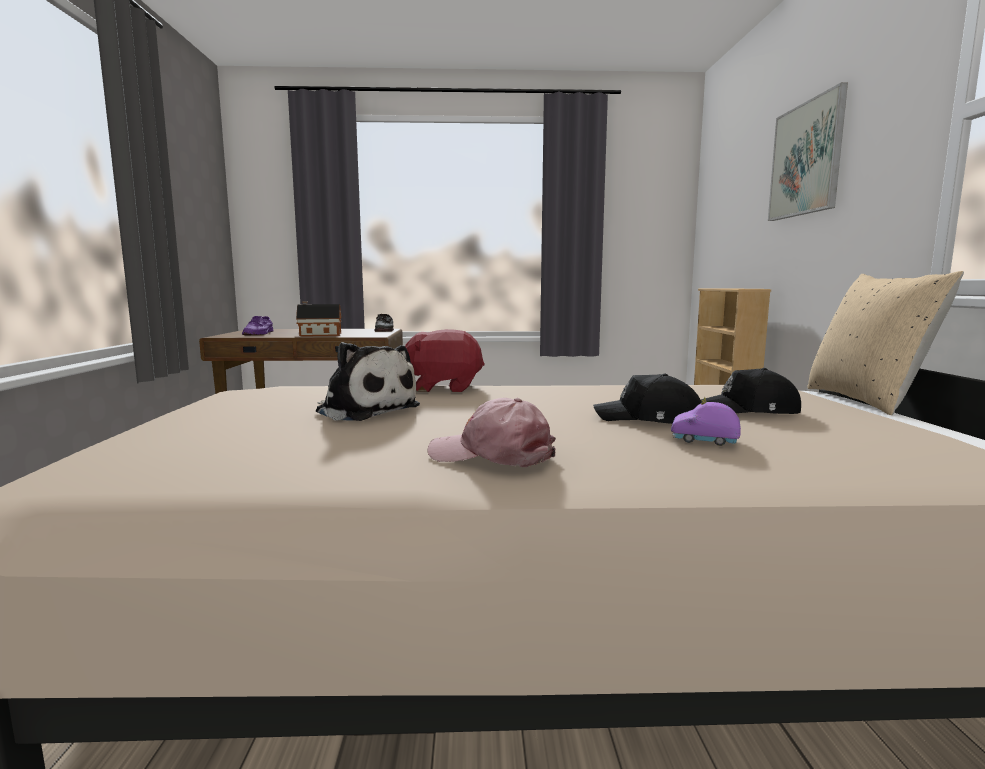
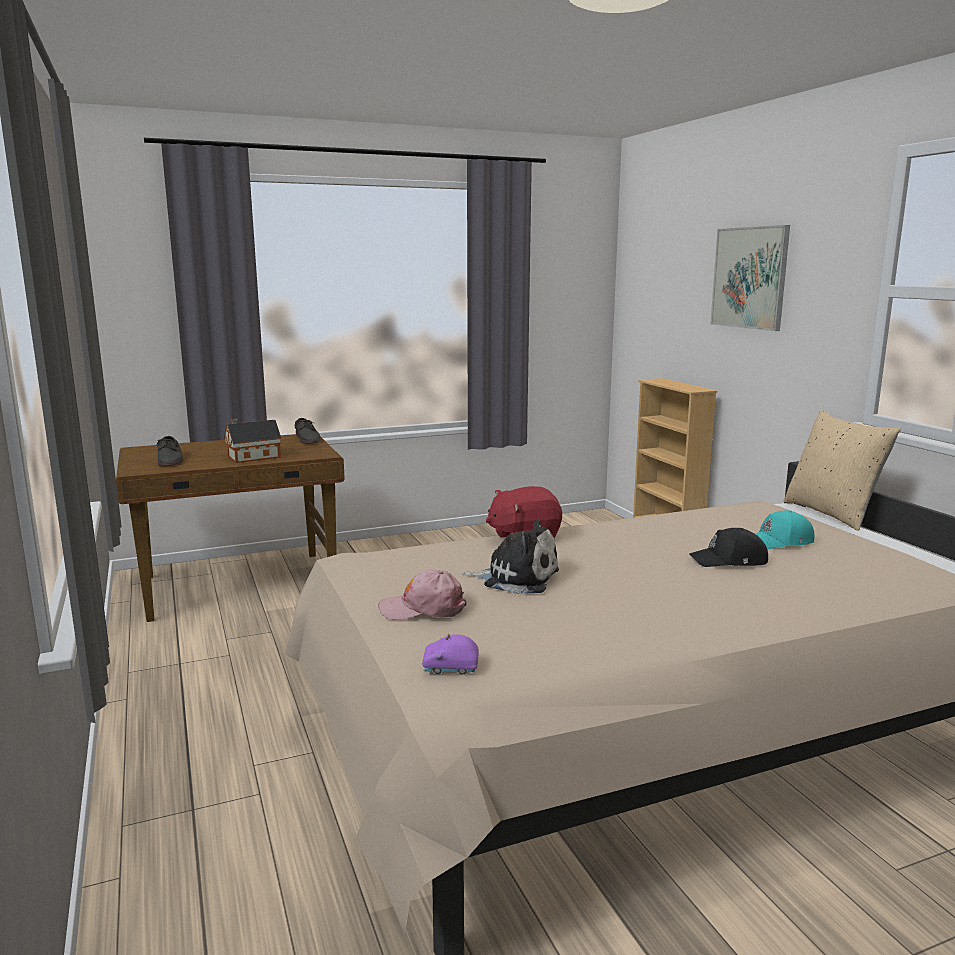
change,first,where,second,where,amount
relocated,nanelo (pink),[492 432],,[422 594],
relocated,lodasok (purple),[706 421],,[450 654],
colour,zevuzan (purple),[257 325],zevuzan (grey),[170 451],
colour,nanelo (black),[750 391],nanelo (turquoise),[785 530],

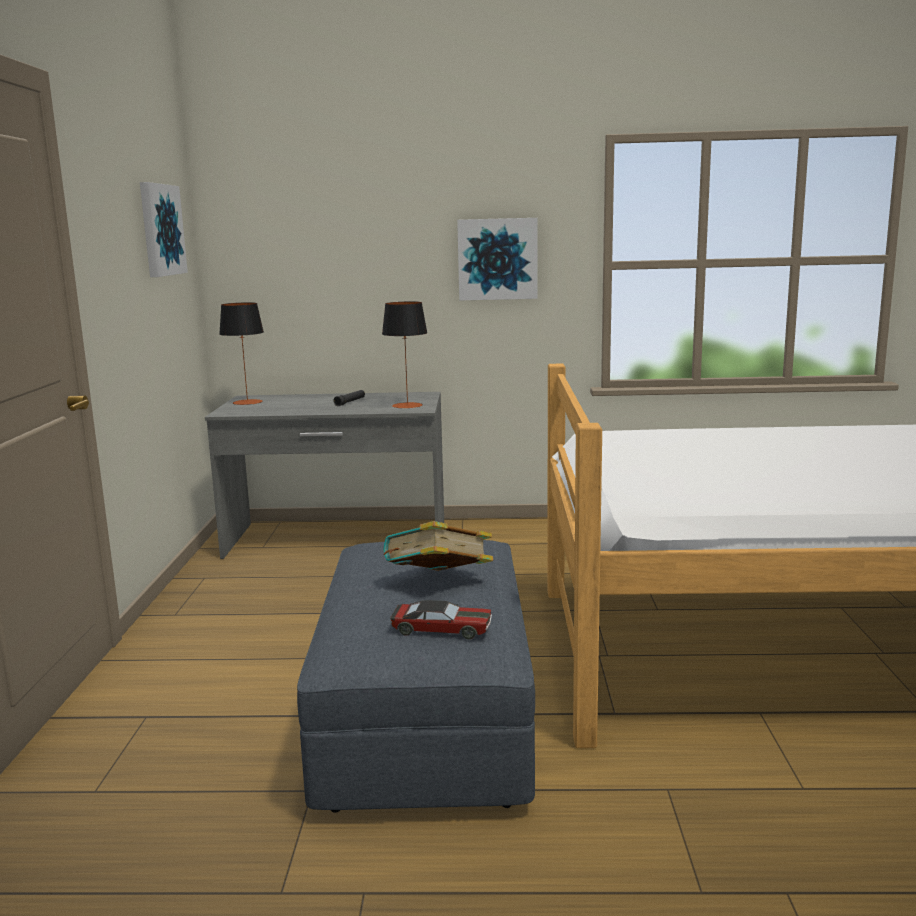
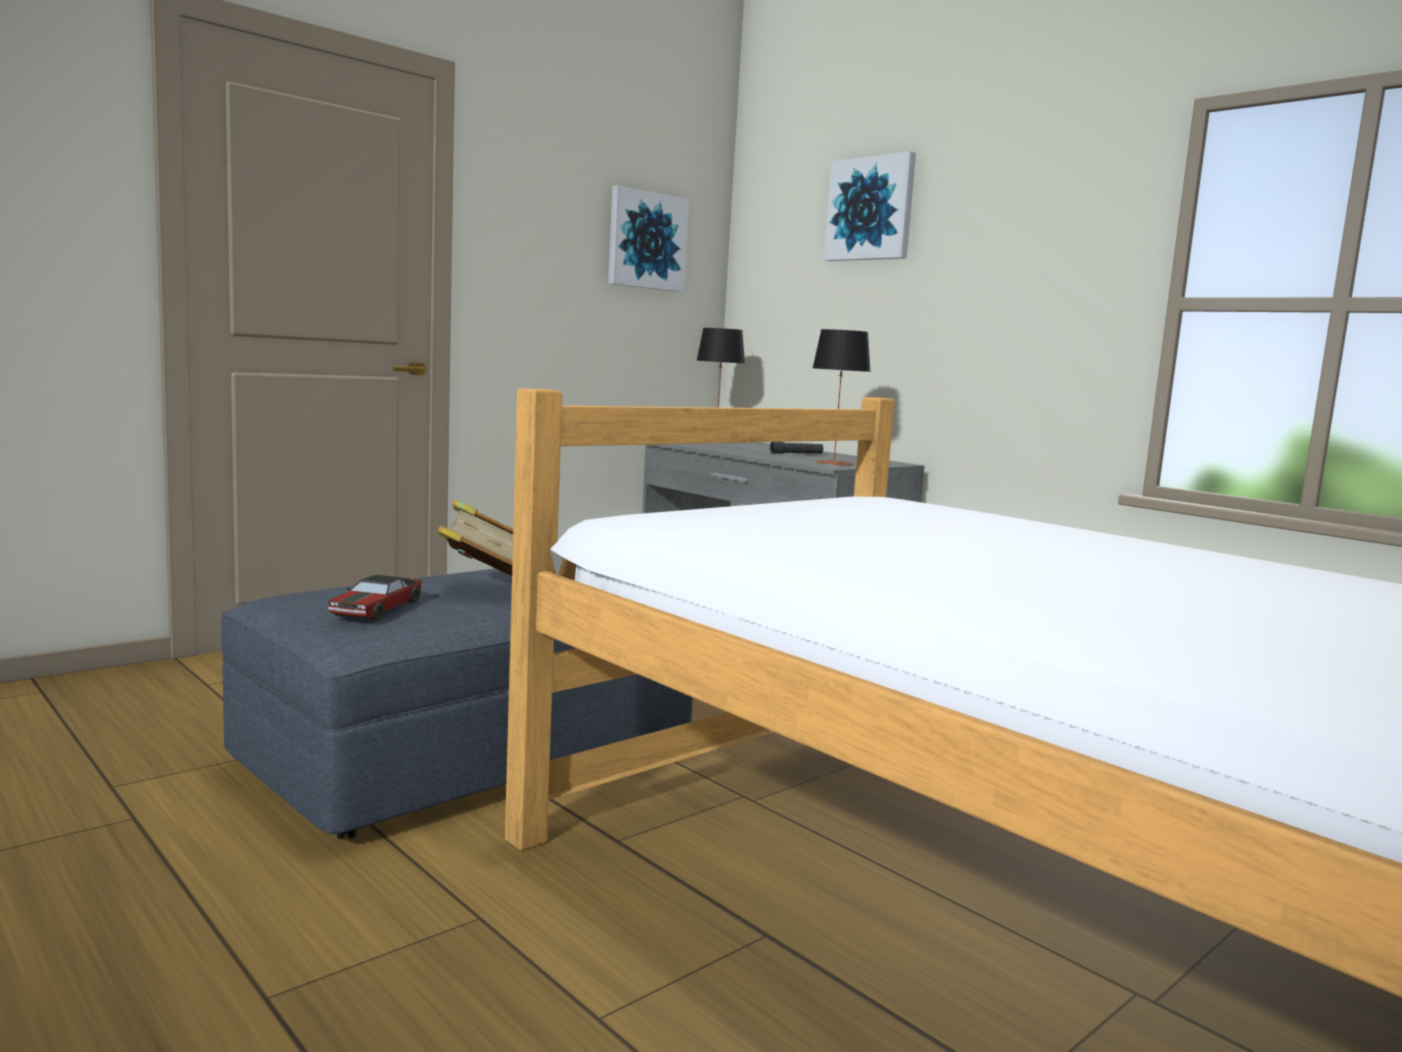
change,first,where,second,where,amount
relocated,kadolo,[497 259],,[870 206],
spun,lodasok,[441 619],,[375 598],45 degrees clockwise

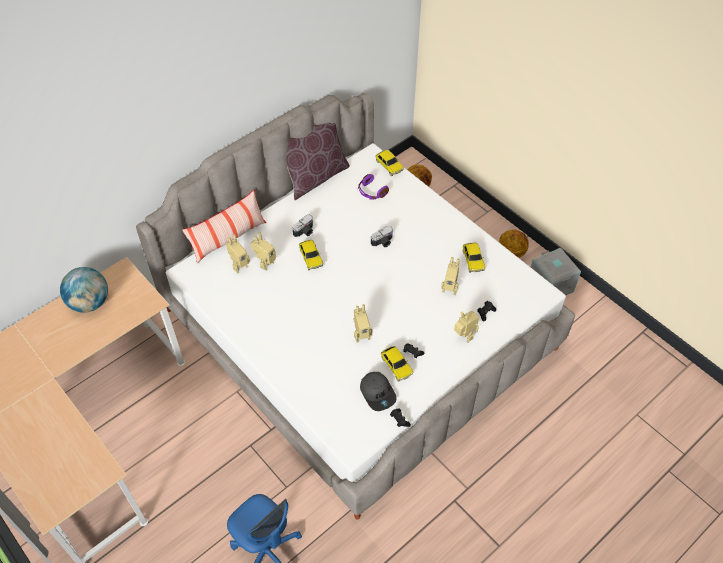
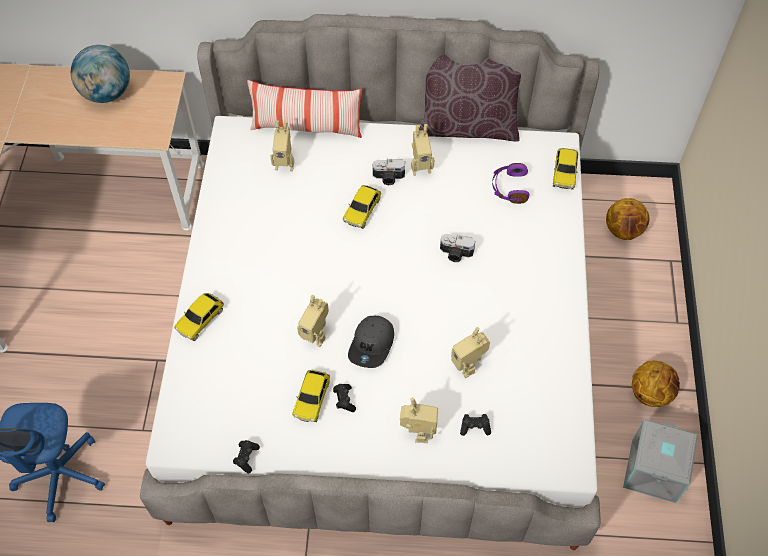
change,first,where,second,where,amount
relocated,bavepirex,[263 251],,[423 150],
relocated,nanelo (grey),[378 391],,[371 342],
relocated,lodasok,[474 258],,[199 317],

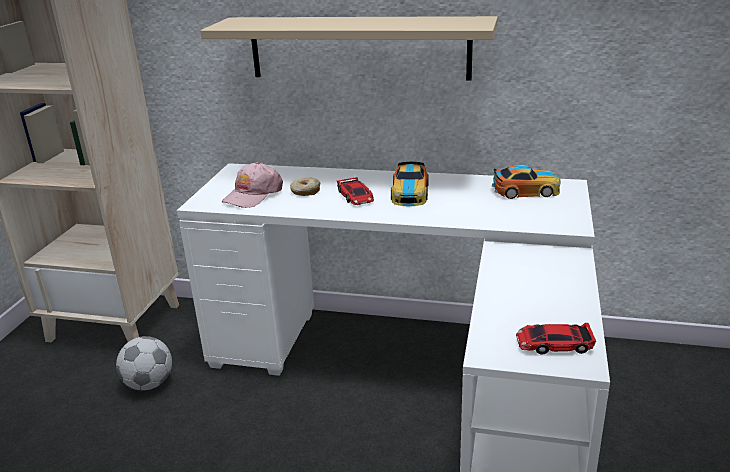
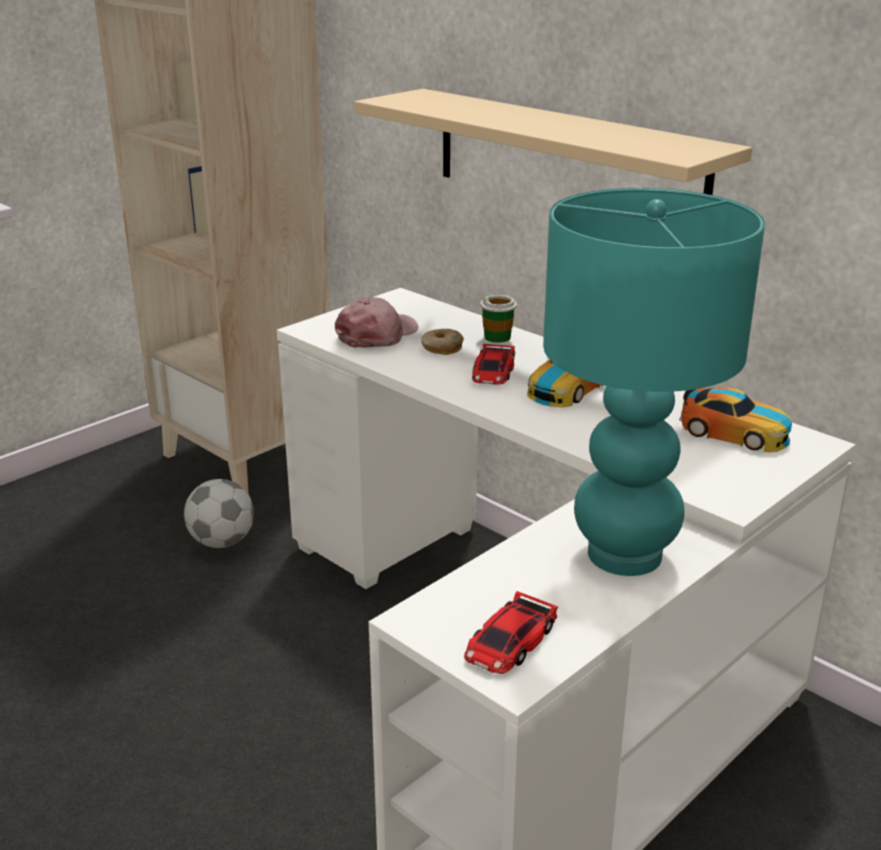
change,first,where,second,where,amount
appeared,,,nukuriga,[498 319],
appeared,,,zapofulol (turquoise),[654 382],
spun,nanelo (pink),[252 185],,[377 322],150 degrees clockwise
spun,lodasok,[556 339],,[511 632],90 degrees counterclockwise

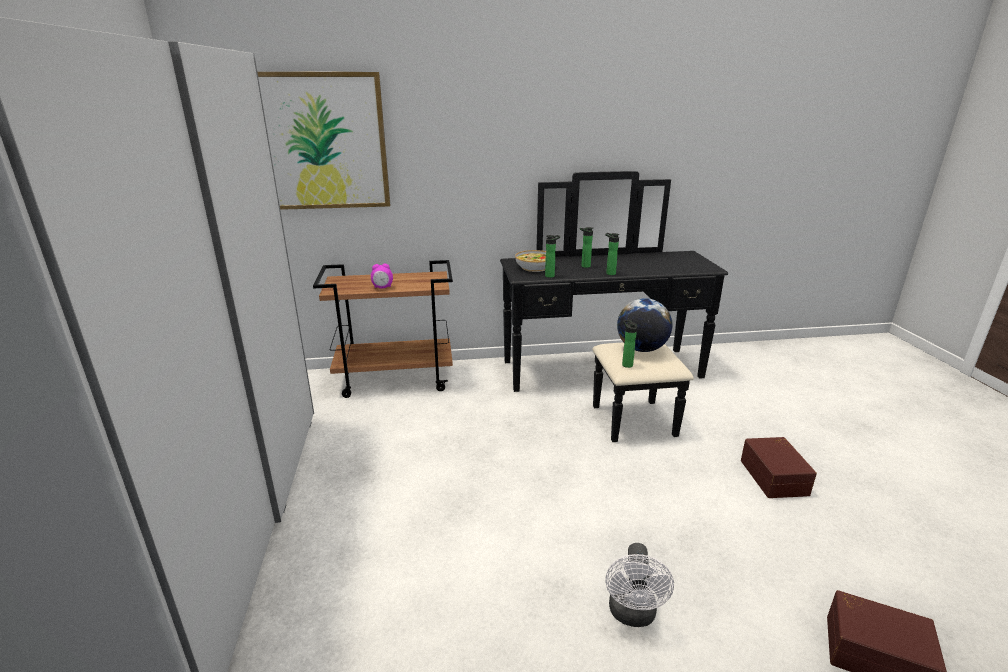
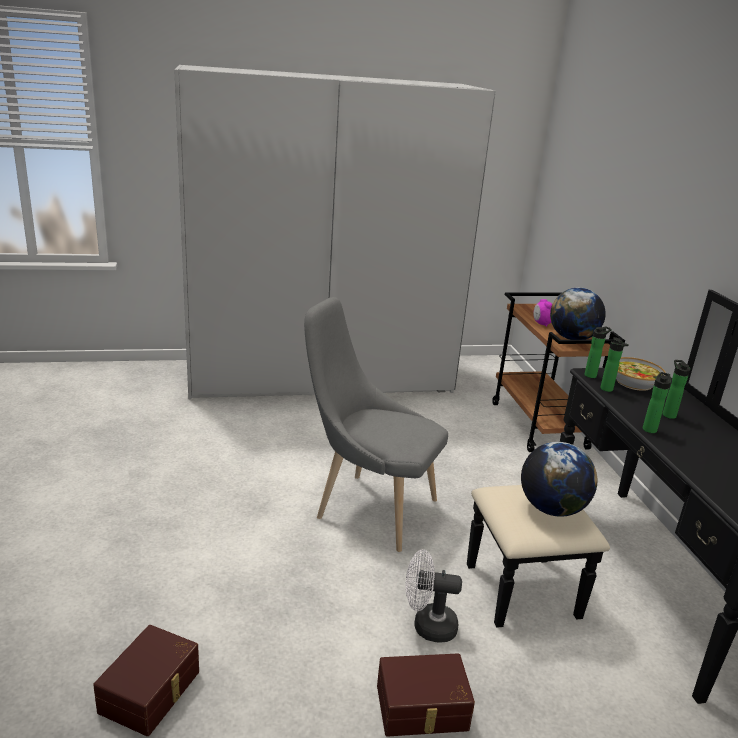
change,first,where,second,where,amount
missing,kadolo,[324 141],,,
appeared,,,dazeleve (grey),[376 424],
appeared,,,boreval,[578 314],
relocated,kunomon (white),[639 585],,[434 596],
relocated,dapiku,[629 344],,[598 352],

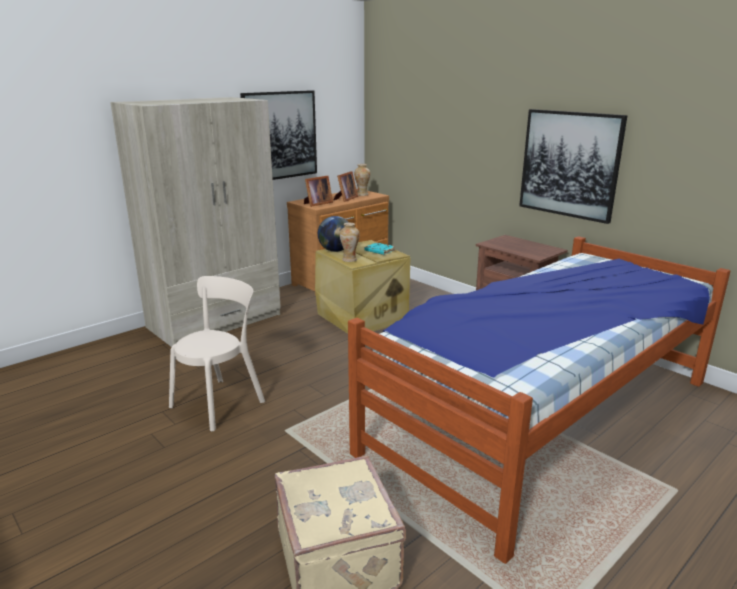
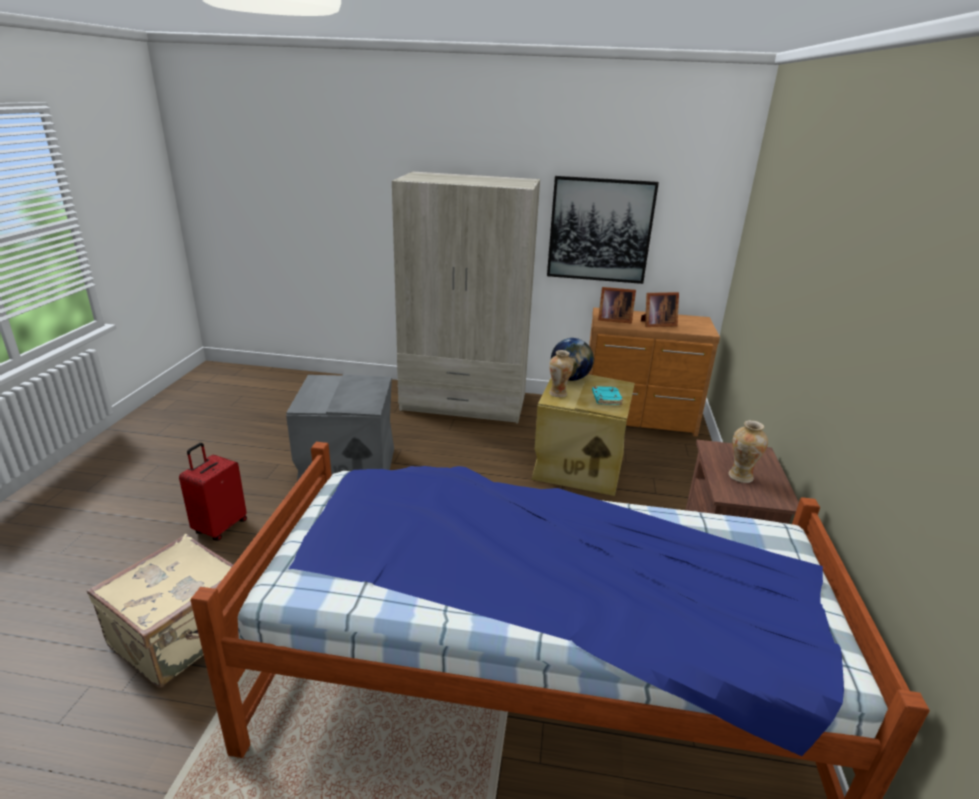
change,first,where,second,where,amount
missing,kadolo,[573 166],,,
appeared,,,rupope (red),[213 492],
relocated,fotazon,[362 180],,[748 451],
exchanged,dazeleve (beige),[217 354],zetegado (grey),[340 427],

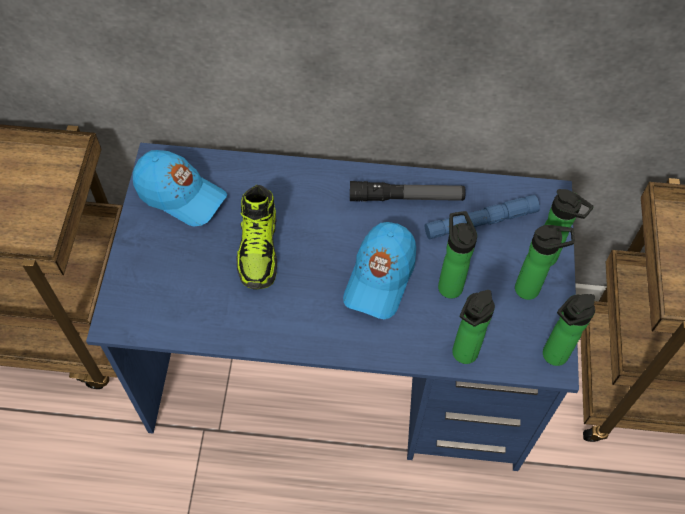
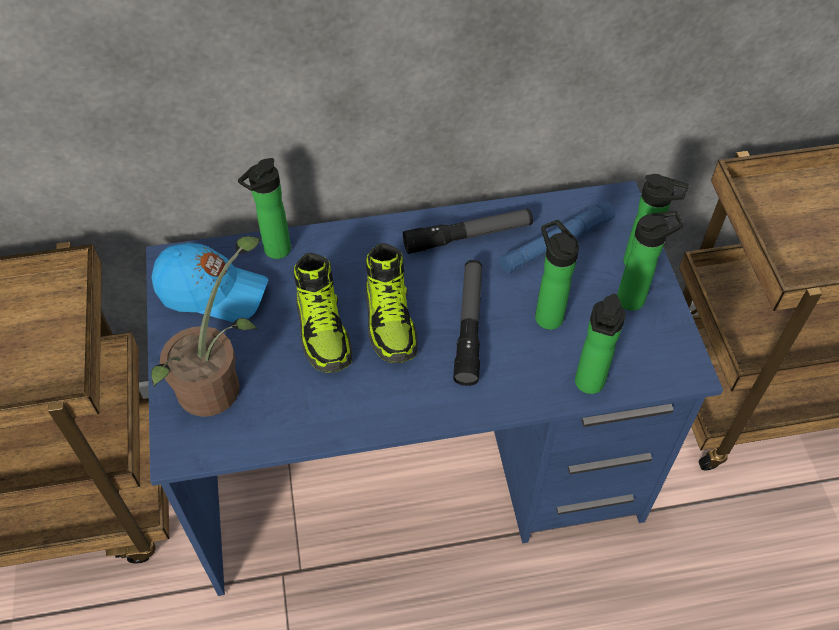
change,first,where,second,where,amount
appeared,,,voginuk,[206 326],
appeared,,,zevuzan,[392 303],
relocated,dapiku,[569 330],,[264 208],
exchanged,nanelo (blue),[379 270],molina,[467 323],

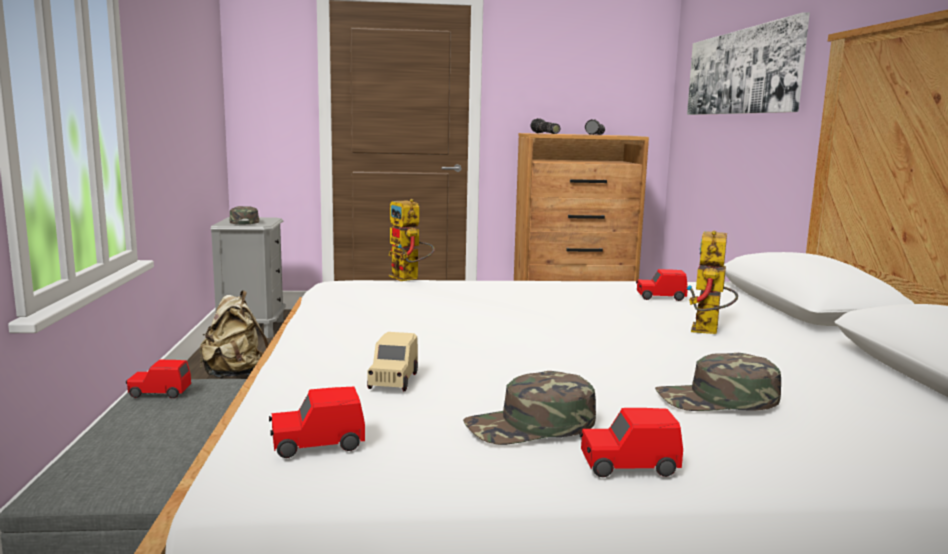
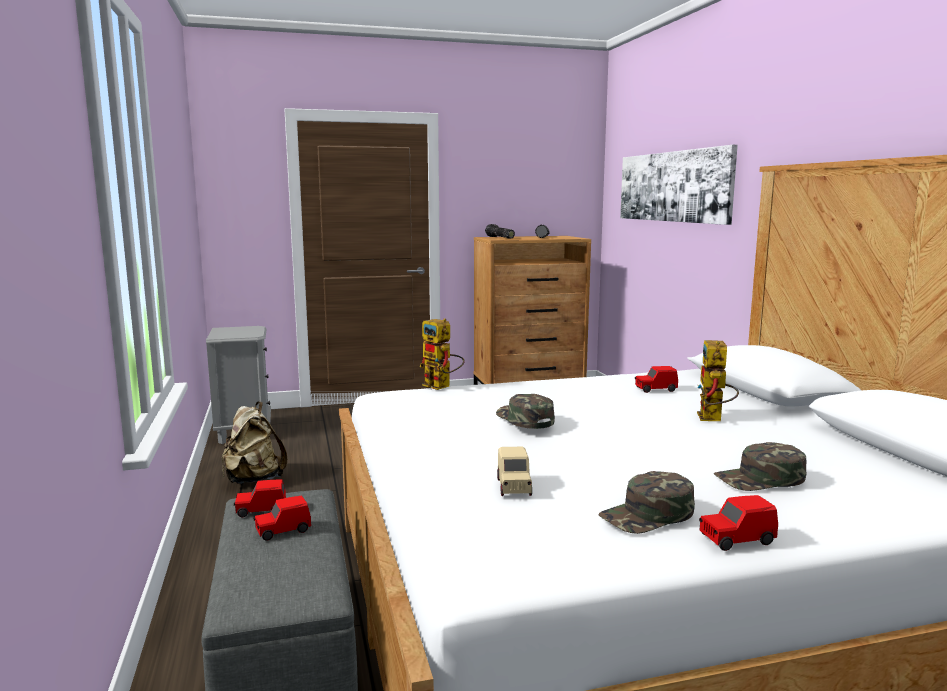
change,first,where,second,where,amount
relocated,nanelo (green),[244 215],,[525 411],
relocated,lodasok (red),[317 422],,[282 518],

